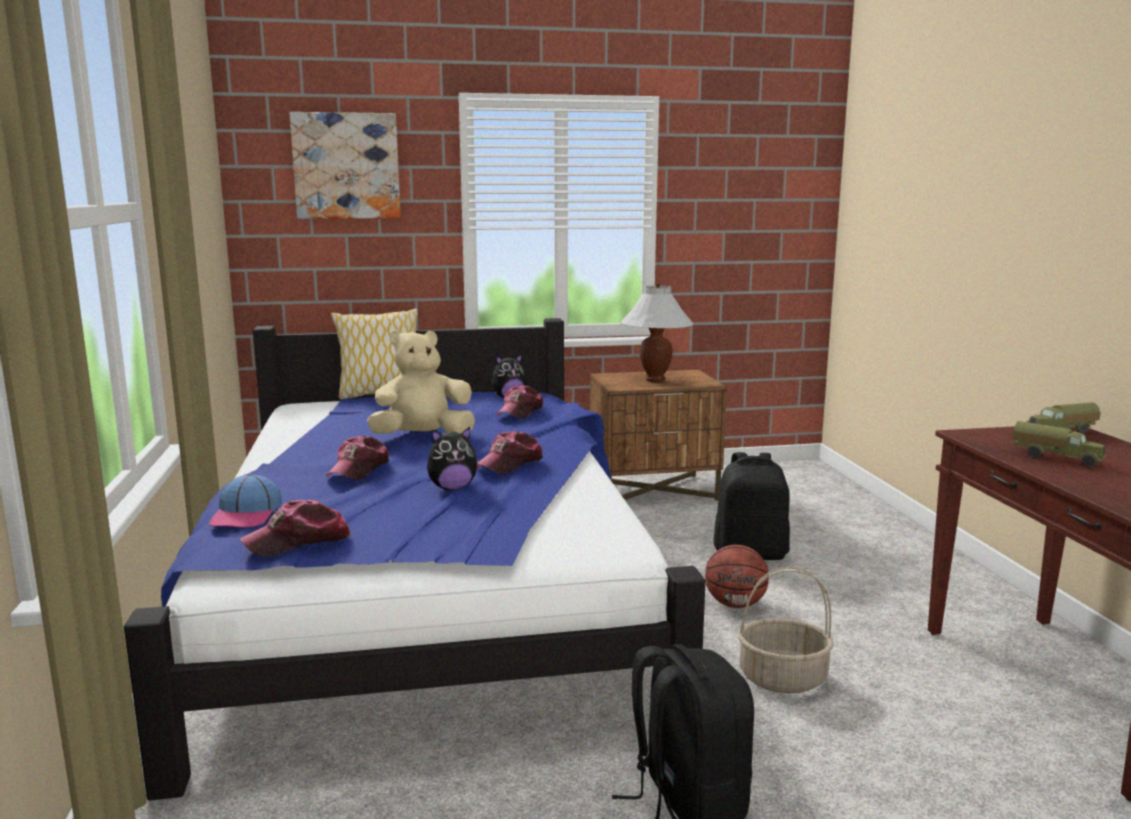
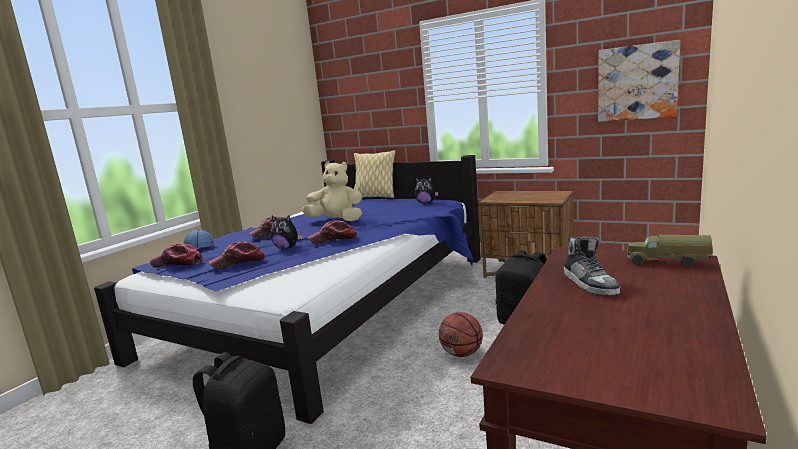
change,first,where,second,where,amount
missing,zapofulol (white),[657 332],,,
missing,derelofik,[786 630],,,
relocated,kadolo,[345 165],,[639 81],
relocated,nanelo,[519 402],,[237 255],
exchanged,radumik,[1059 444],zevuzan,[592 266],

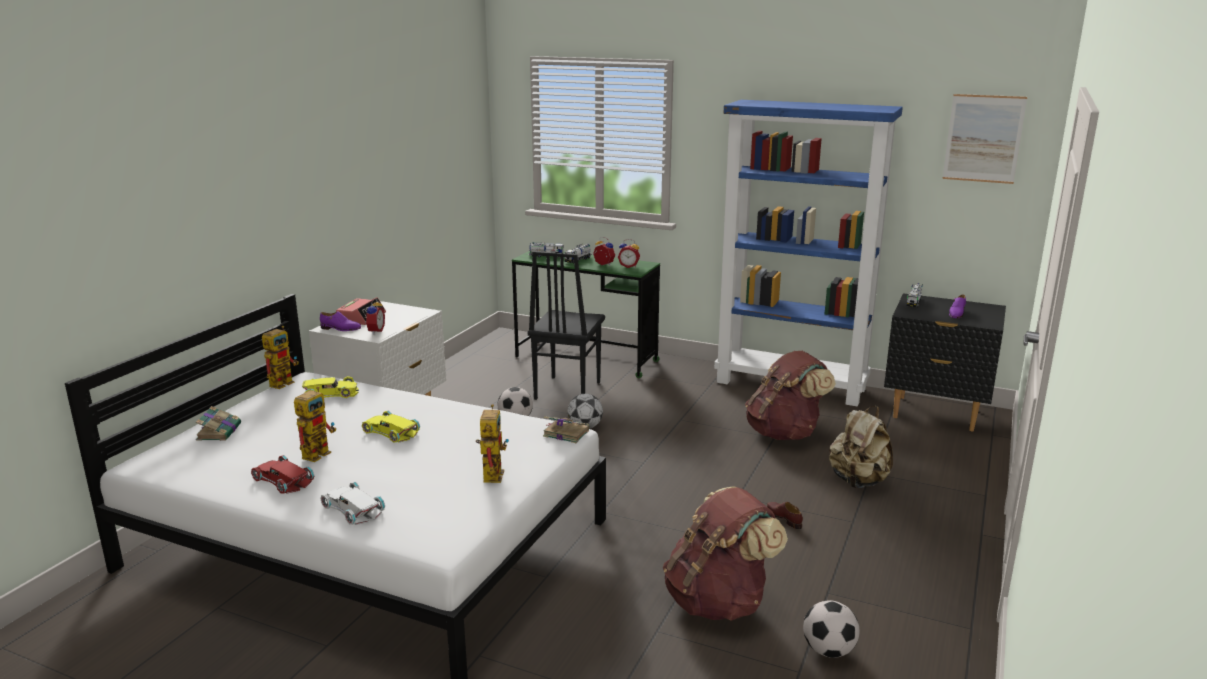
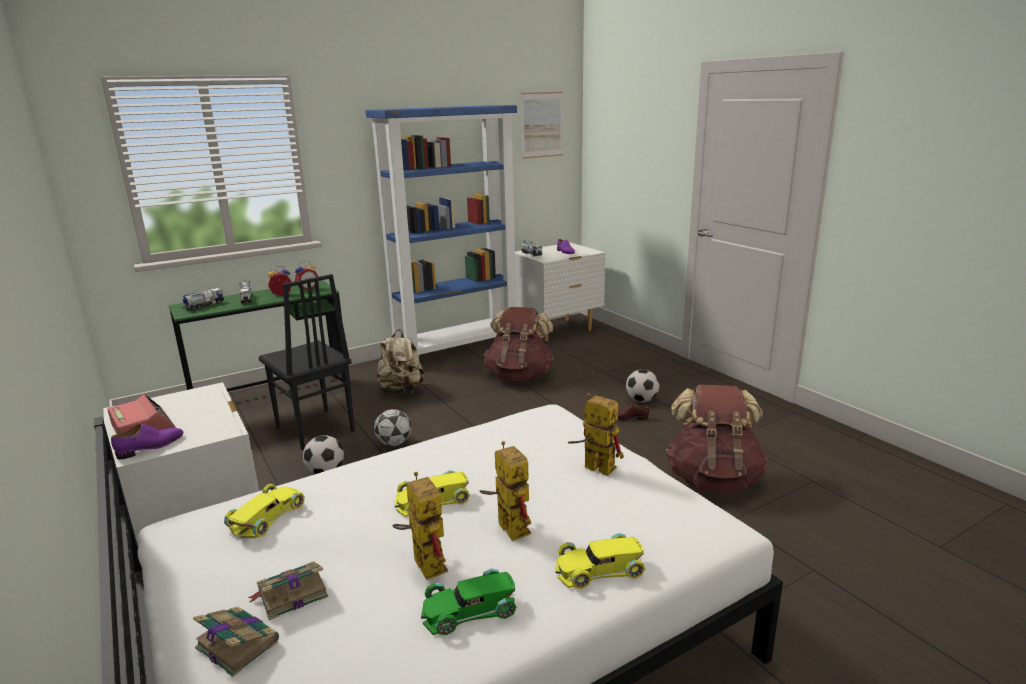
change,first,where,second,where,amount
missing,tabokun,[374 316],,,
relocated,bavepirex,[280 357],,[505 491],
relocated,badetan,[566 429],,[288 590],
relocated,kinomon,[831 629],,[642 385],
relocated,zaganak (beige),[861 447],,[399 362],
colour,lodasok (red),[283 474],lodasok (green),[469 601],
colour,lodasok (white),[353 503],lodasok (yellow),[600 561],
colour,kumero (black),[945 362],kumero (white),[560 291],

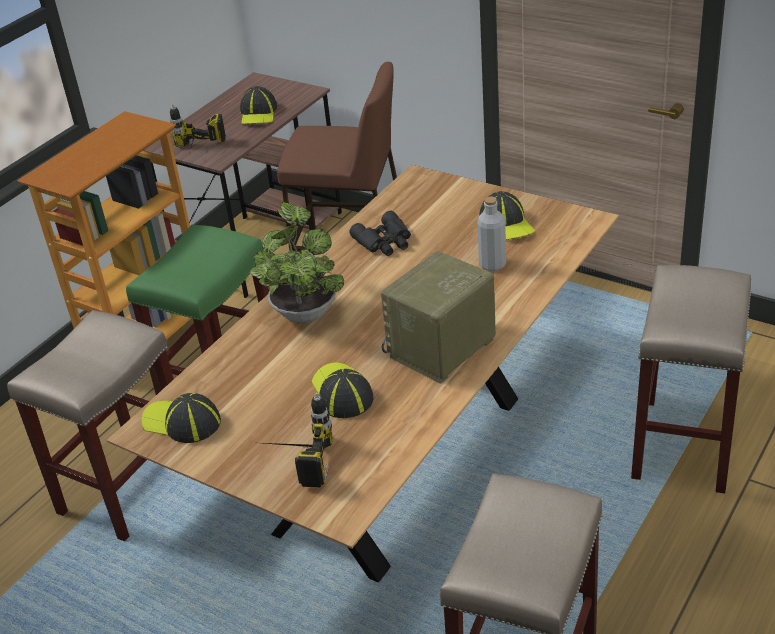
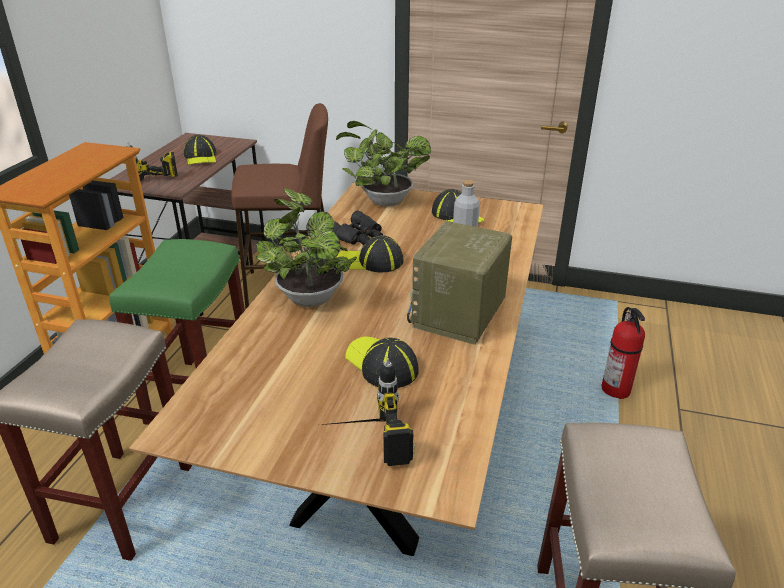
change,first,where,second,where,amount
appeared,,,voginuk,[383 164],
relocated,nanelo,[181 418],,[370 253],
exchanged,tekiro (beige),[691 379],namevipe,[623 353],

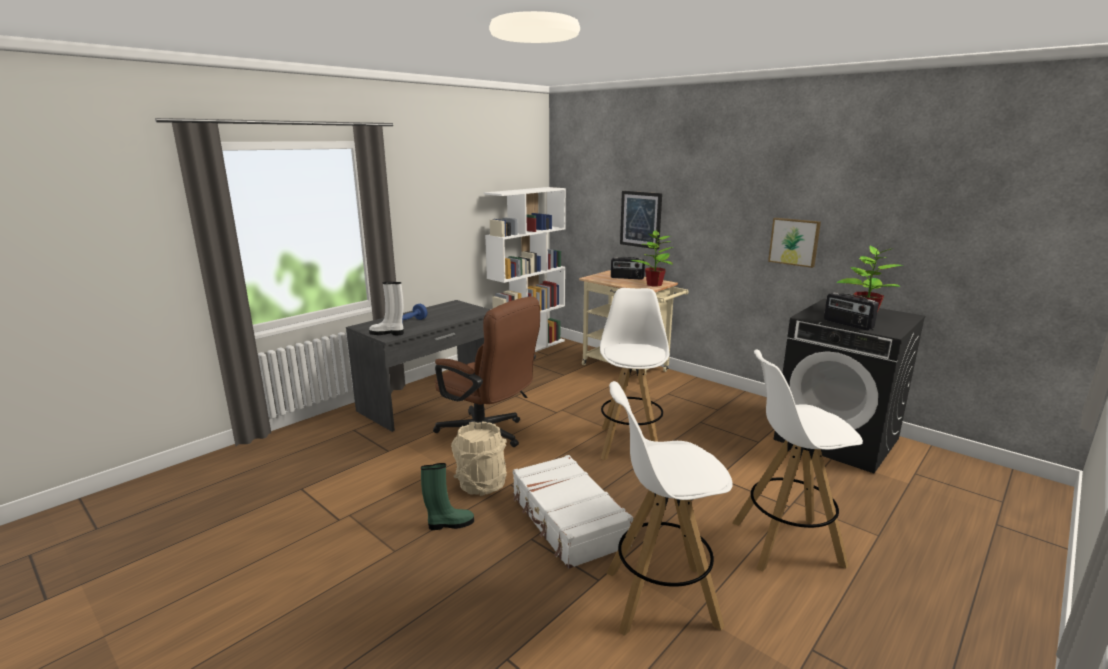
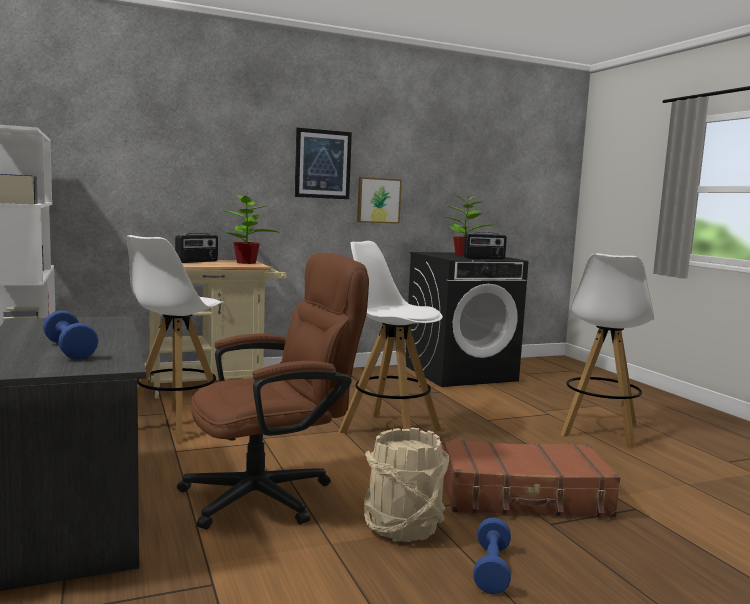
change,first,where,second,where,amount
missing,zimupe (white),[386 308],,,
relocated,tekiro (white),[669 508],,[175 339],
relocated,kadolo,[641 220],,[323 163],
exchanged,zimupe (green),[447 496],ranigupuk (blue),[492 556],
colour,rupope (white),[573 512],rupope (brown),[531 478],

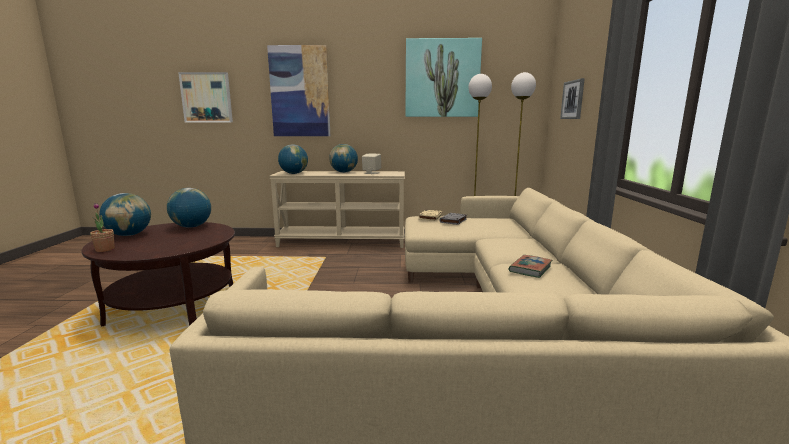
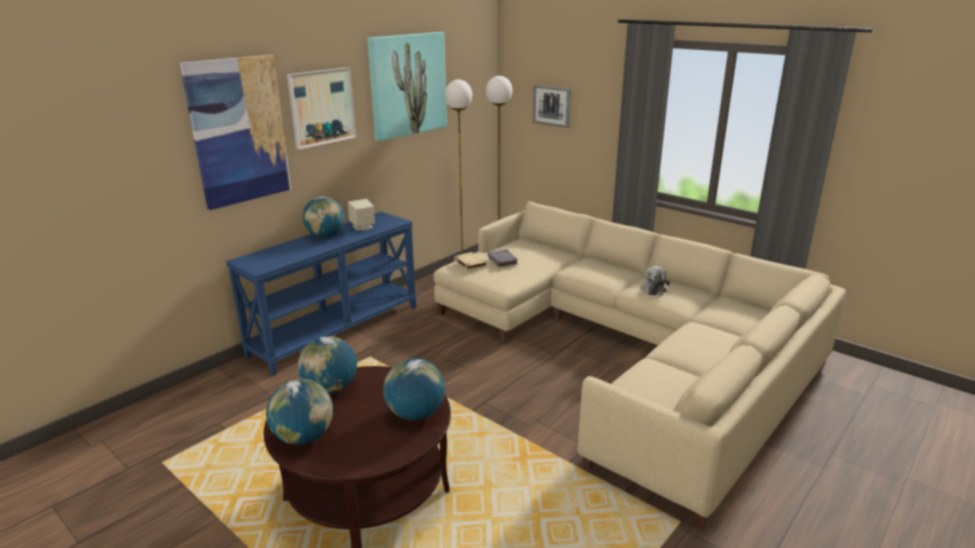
change,first,where,second,where,amount
missing,voginuk,[102 227],,,
relocated,kadolo,[205 97],,[321 108],
relocated,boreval,[293 159],,[414 389],
exchanged,badetan,[530 266],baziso,[655 281],
colour,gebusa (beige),[337 209],gebusa (blue),[321 293],

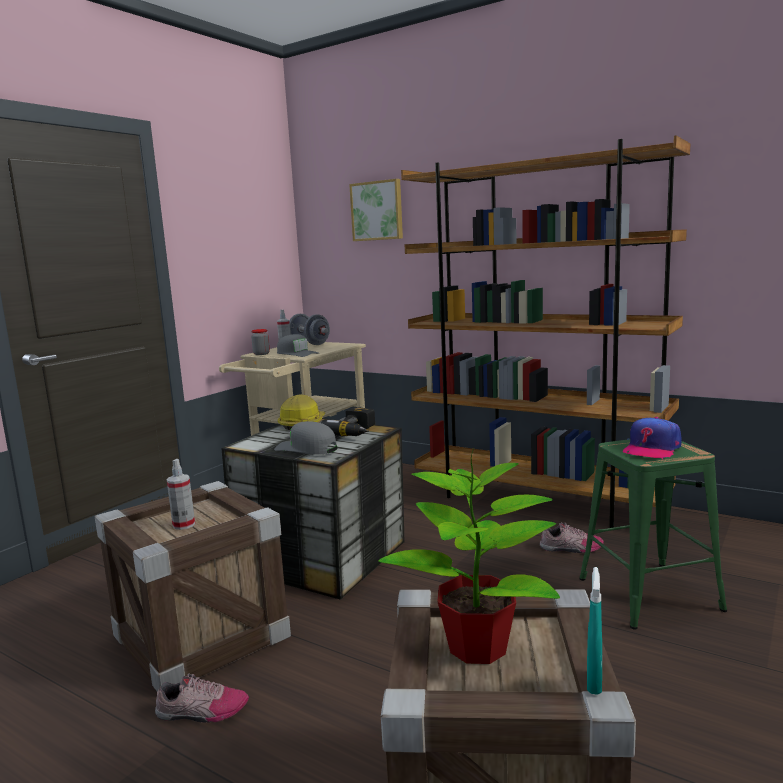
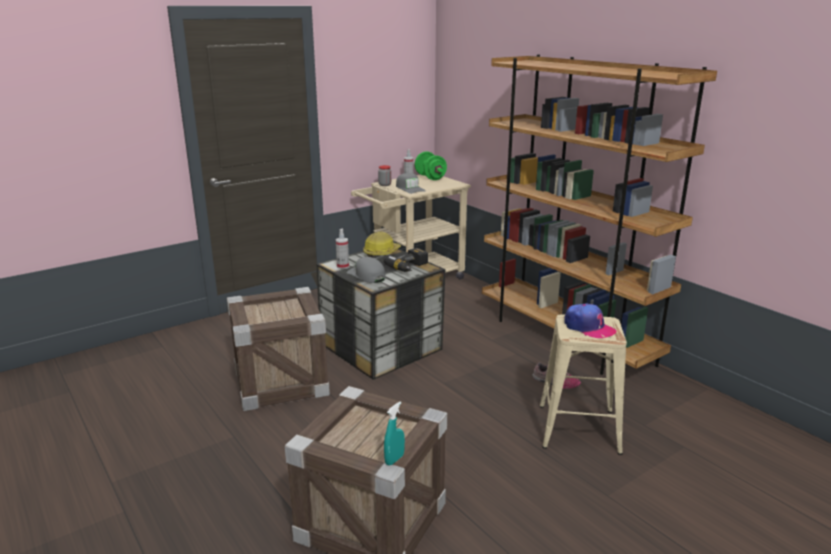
change,first,where,second,where,amount
missing,zevuzan,[202 698],,,
missing,kadolo,[376 210],,,
missing,voginuk,[469 556],,,
relocated,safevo,[181 494],,[342 249],
colour,ranigupuk (grey),[309 329],ranigupuk (green),[431 165],
colour,tekiro (green),[653 534],tekiro (beige),[583 384],
spun,nanelo,[652 438],,[590 320],105 degrees counterclockwise

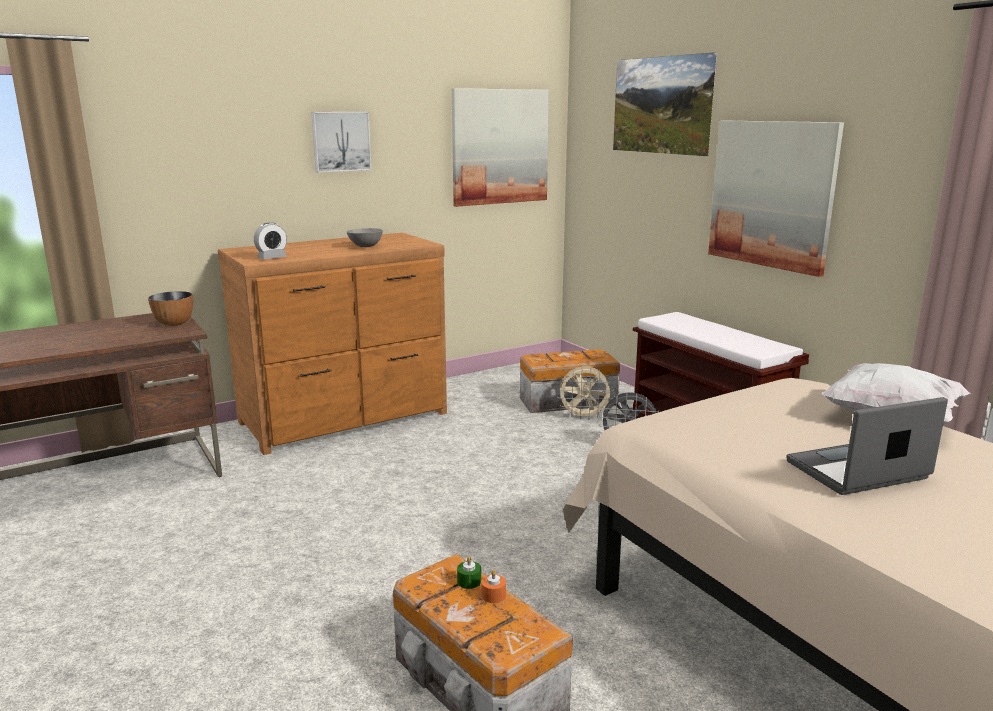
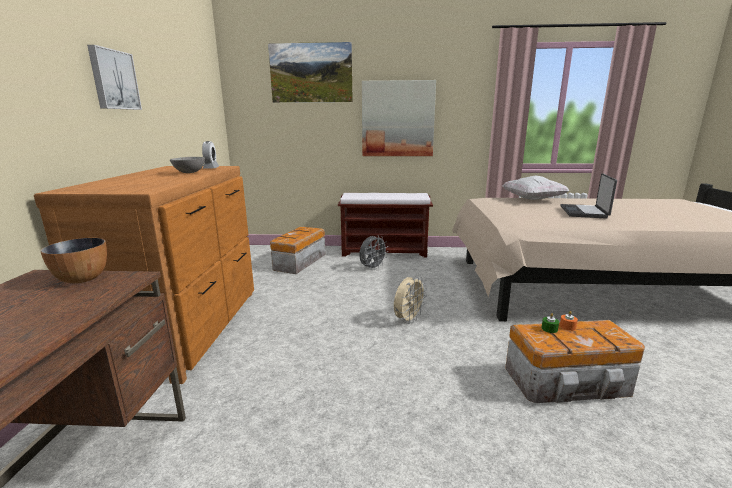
change,first,where,second,where,amount
missing,kadolo,[500 147],,,
relocated,tabokun,[270 241],,[210 155],
relocated,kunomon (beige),[585 393],,[410 300],

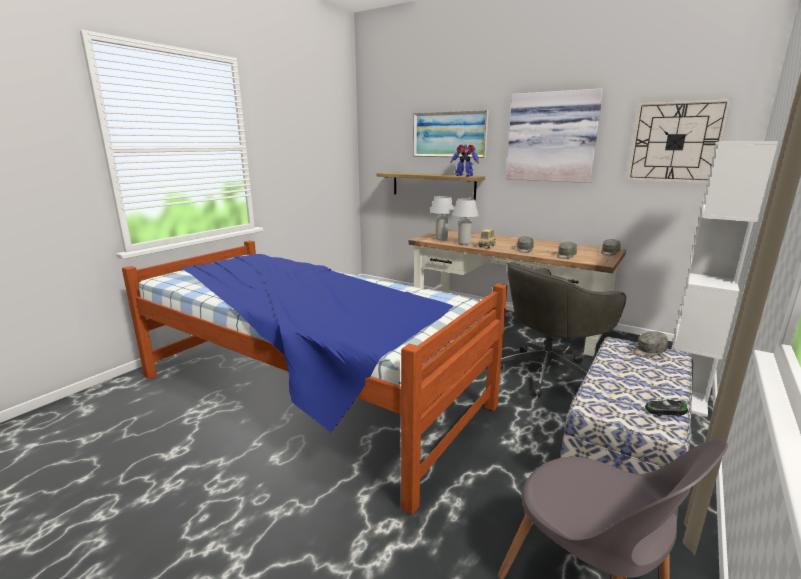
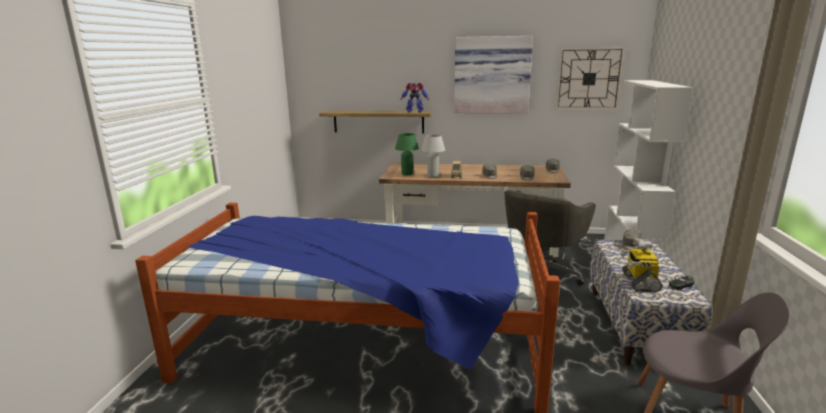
change,first,where,second,where,amount
missing,kadolo,[451 134],,,
appeared,,,bavepirex,[641 265],
colour,zapofulol (white),[442 218],zapofulol (green),[407 154],

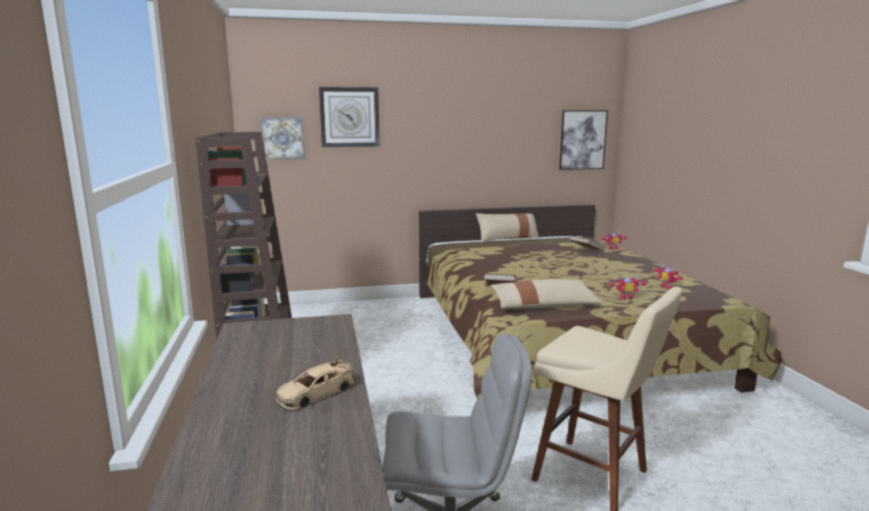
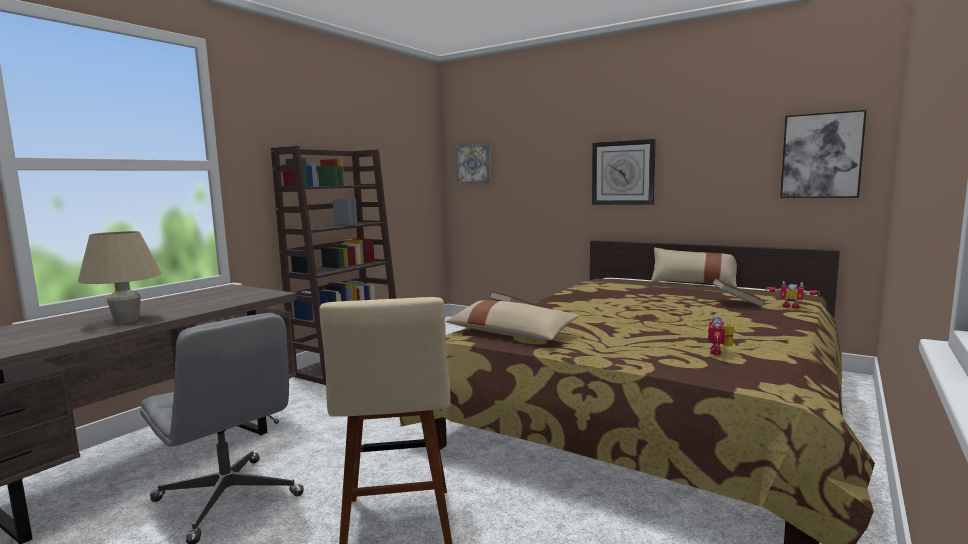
change,first,where,second,where,amount
missing,bavepirex,[627 287],,,
relocated,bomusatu,[349 117],,[624 172],
exchanged,lodasok (beige),[315 382],zapofulol (beige),[120 277],

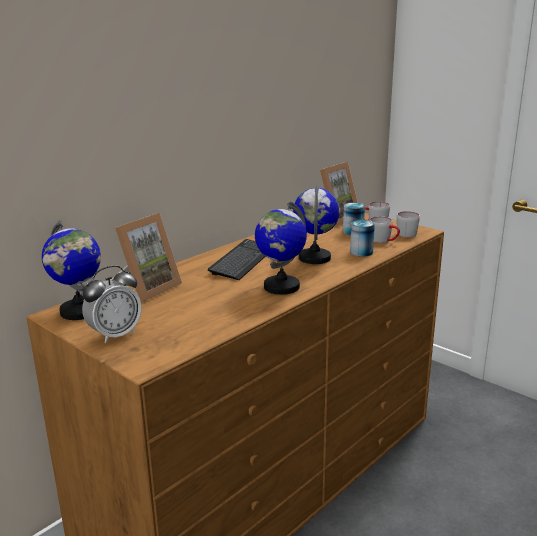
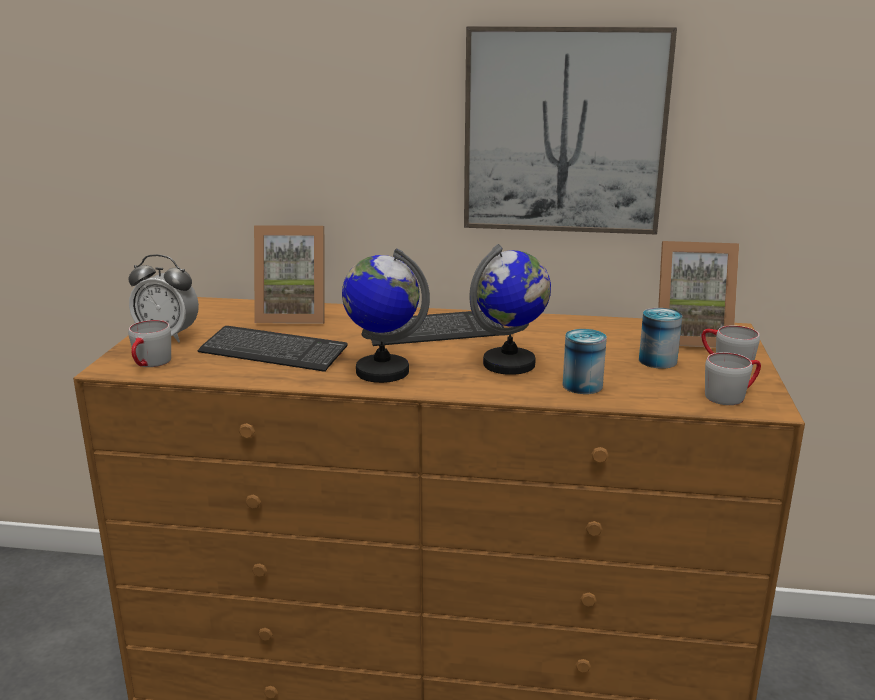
change,first,where,second,where,amount
missing,boreval,[71 270],,,
appeared,,,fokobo,[273 349],
appeared,,,kadolo,[570 130],
relocated,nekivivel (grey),[384 229],,[149 343],

